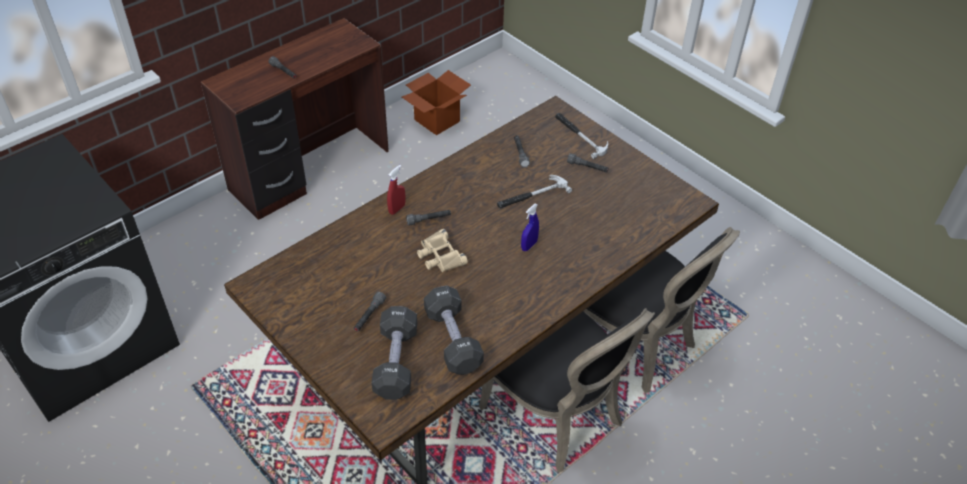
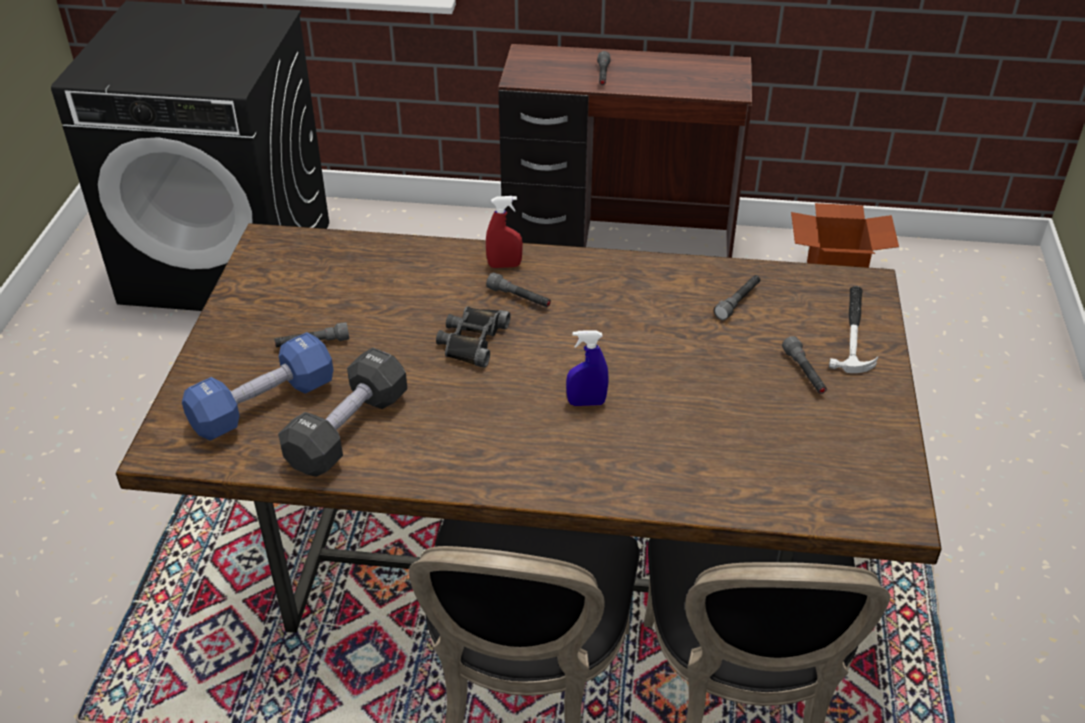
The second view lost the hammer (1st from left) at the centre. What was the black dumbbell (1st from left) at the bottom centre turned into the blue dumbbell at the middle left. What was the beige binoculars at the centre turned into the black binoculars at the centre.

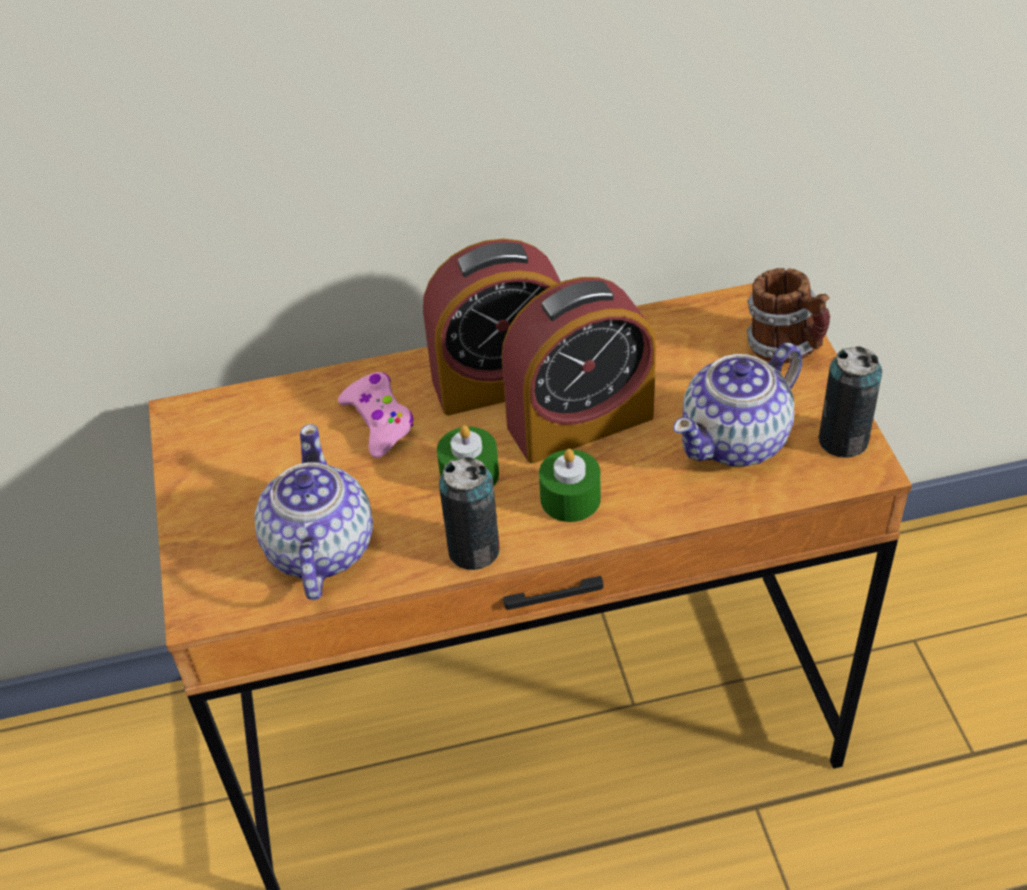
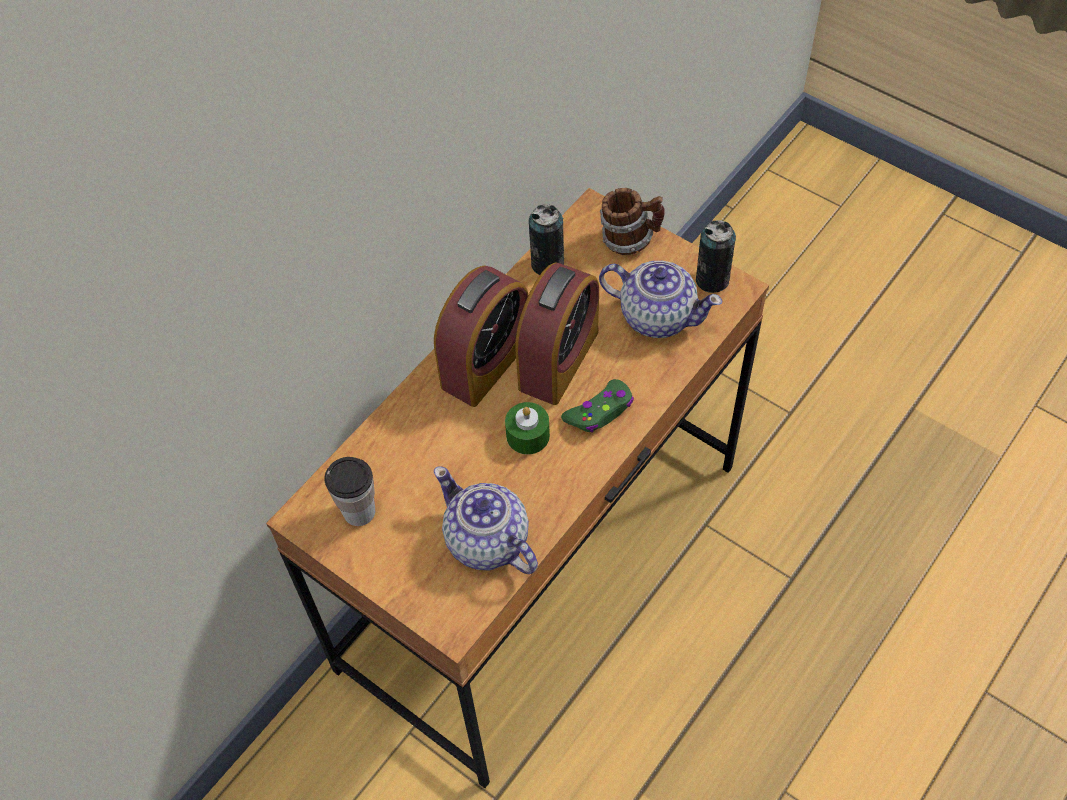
The second view lost the pink game controller at the centre. The second view gained the cup at the middle left. The can (1st from left) ended up elsewhere, having gone from the centre to the top centre. Where the green candle (2nd from left) stood at the centre, the green game controller came to stand at the centre. The teapot (2nd from left) at the middle right ended up facing another way, 75 degrees counterclockwise from before.

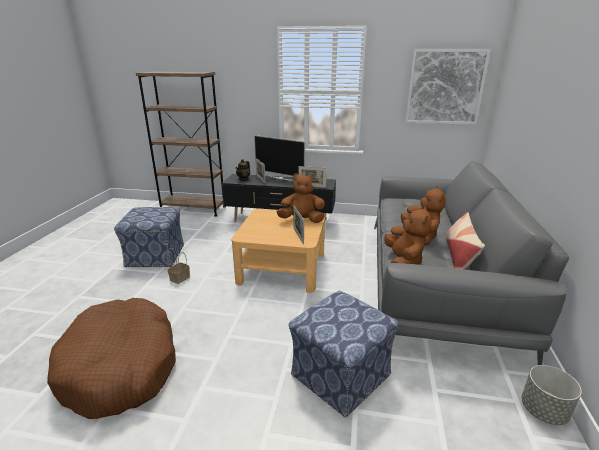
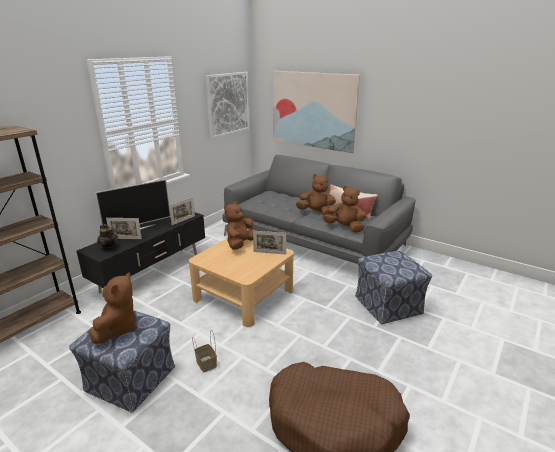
The second view lost the grey planter at the bottom right. The second view gained the brown plush toy (1st from left) at the bottom left. The second view gained the picture (2nd from left) at the top centre.

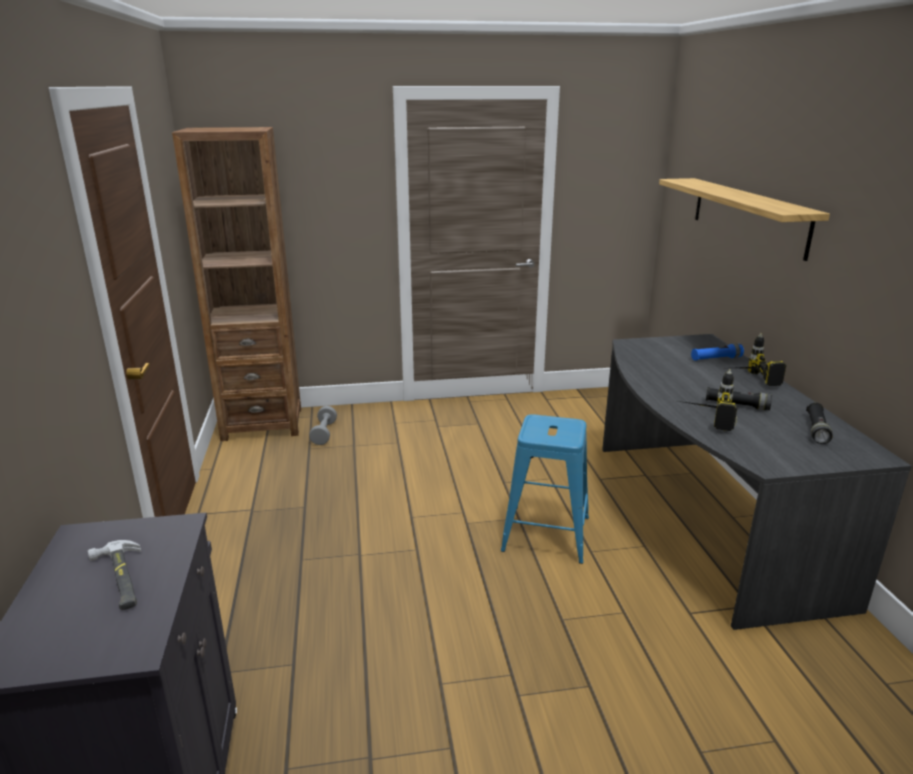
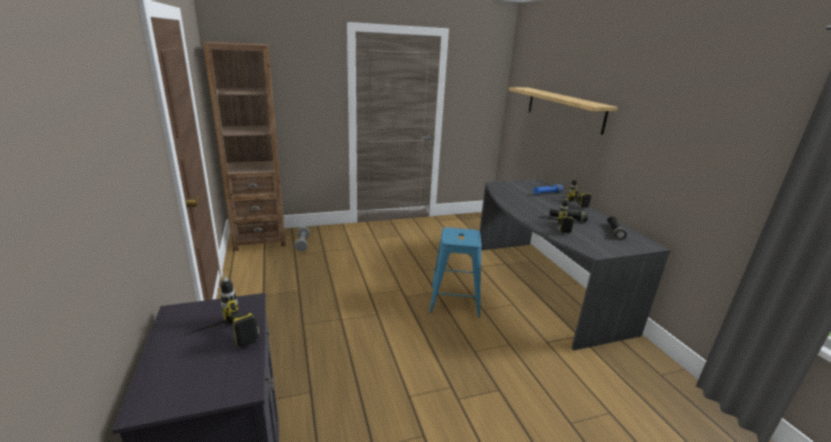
Where the hammer stood at the bottom left, the power drill (1st from left) came to stand at the bottom left.

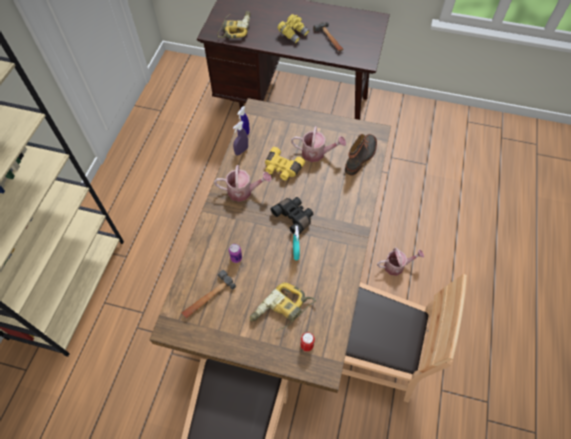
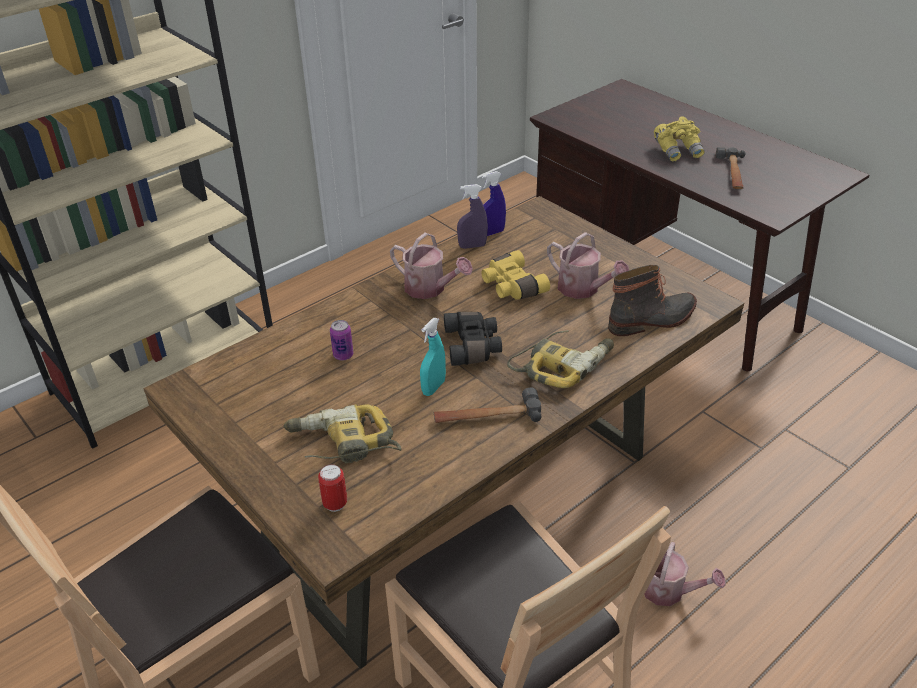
The hammer (1st from left) ended up elsewhere, having gone from the bottom centre to the centre. The power drill (1st from left in the first image) ended up elsewhere, having gone from the top centre to the centre.

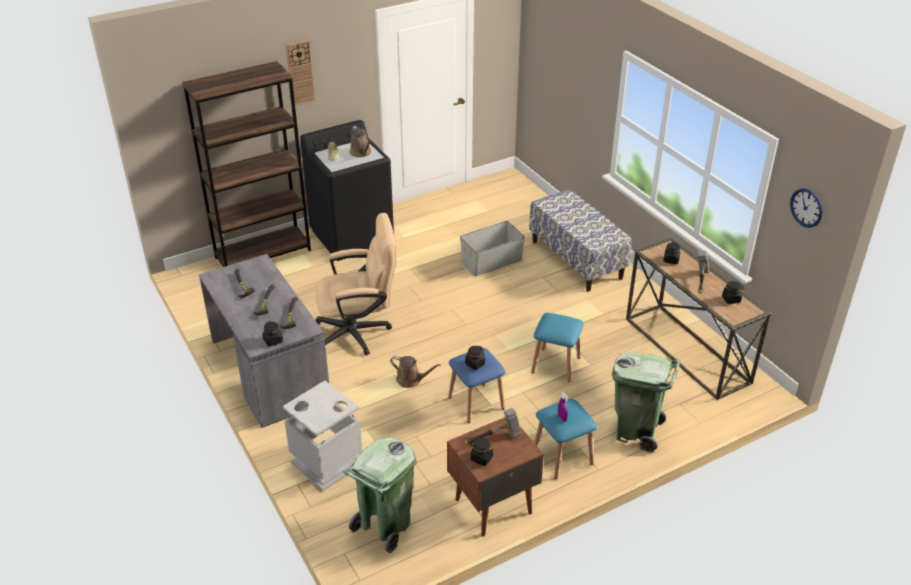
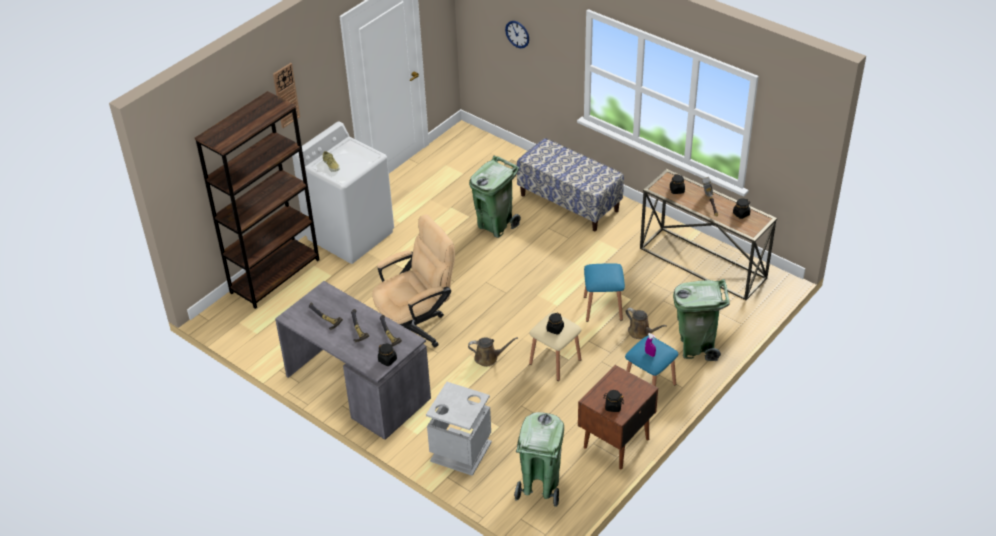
The second view lost the hammer (4th from left) at the bottom centre. The brown watering can (1st from left in the first image) ended up elsewhere, having gone from the top centre to the centre. The wall clock (2nd from left) ended up elsewhere, having gone from the middle right to the top centre. Where the grey storage box stood at the centre, the green trash can (1st from left) came to stand at the centre. What was the black washing machine at the top centre turned into the white washing machine at the centre. What was the blue stool (1st from left) at the centre turned into the beige stool at the centre.

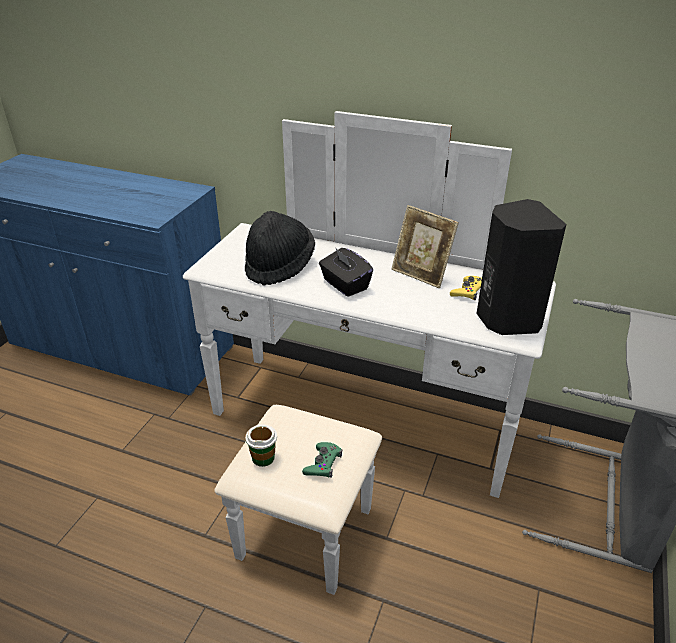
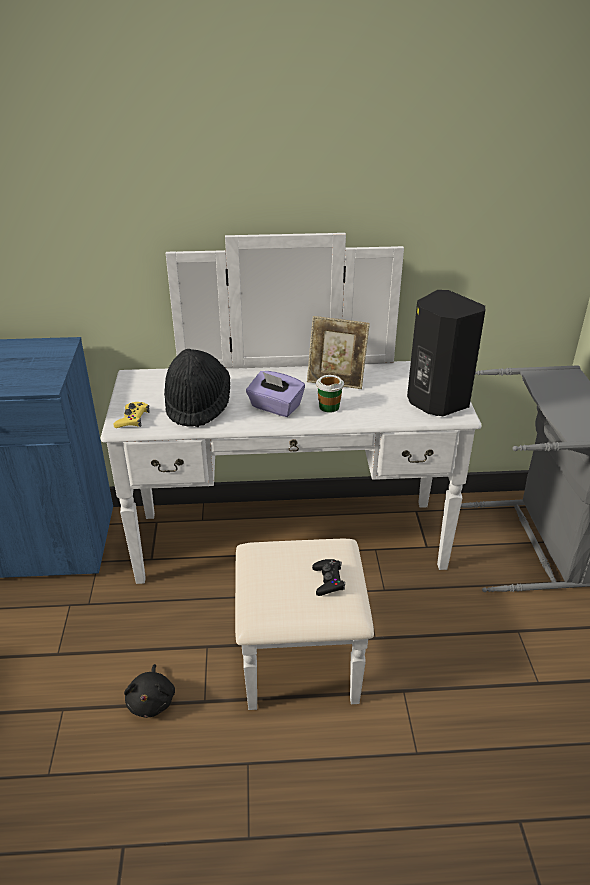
The second view gained the black plush toy at the bottom left. The cup ended up elsewhere, having gone from the bottom centre to the centre. The yellow game controller ended up elsewhere, having gone from the middle right to the middle left. What was the green game controller at the bottom centre turned into the black game controller at the centre. What was the black tissue box at the centre turned into the purple tissue box at the centre.

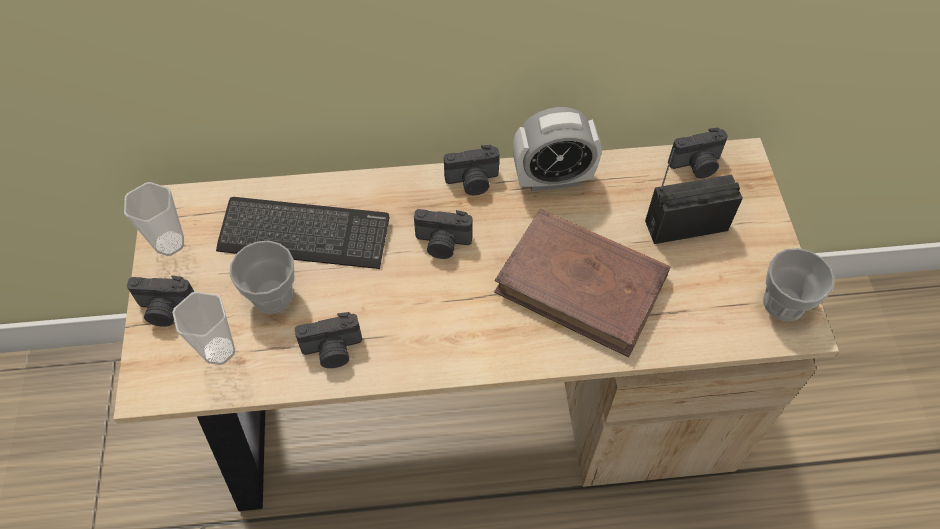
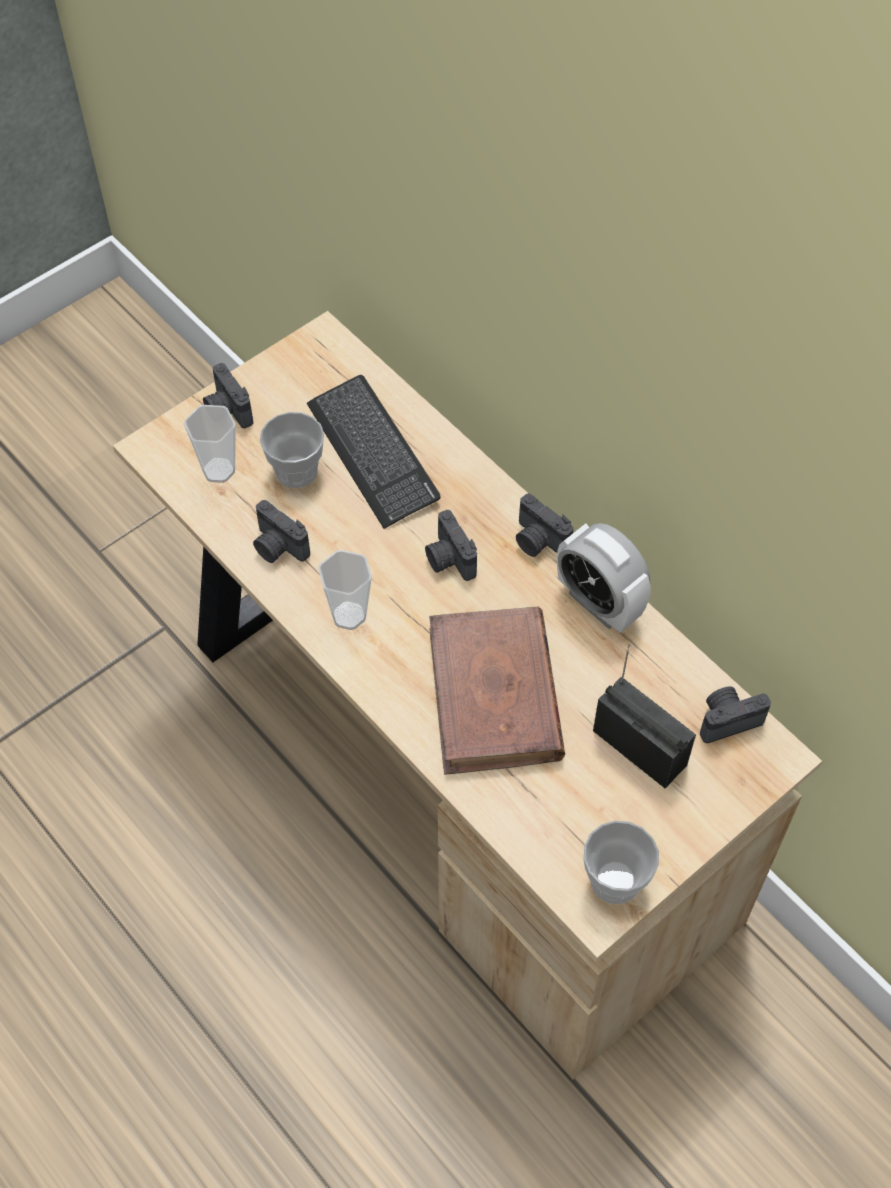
The cup (1st from left in the first image) ended up elsewhere, having gone from the middle left to the centre. The photo camera (5th from left) at the top right ended up facing another way, 120 degrees clockwise from before.

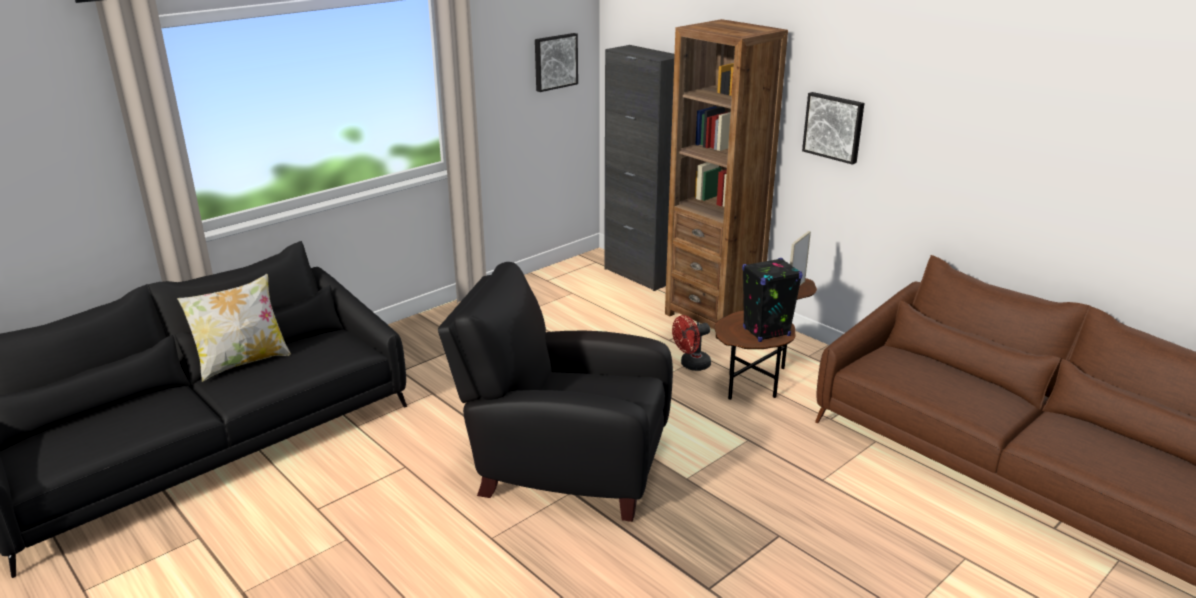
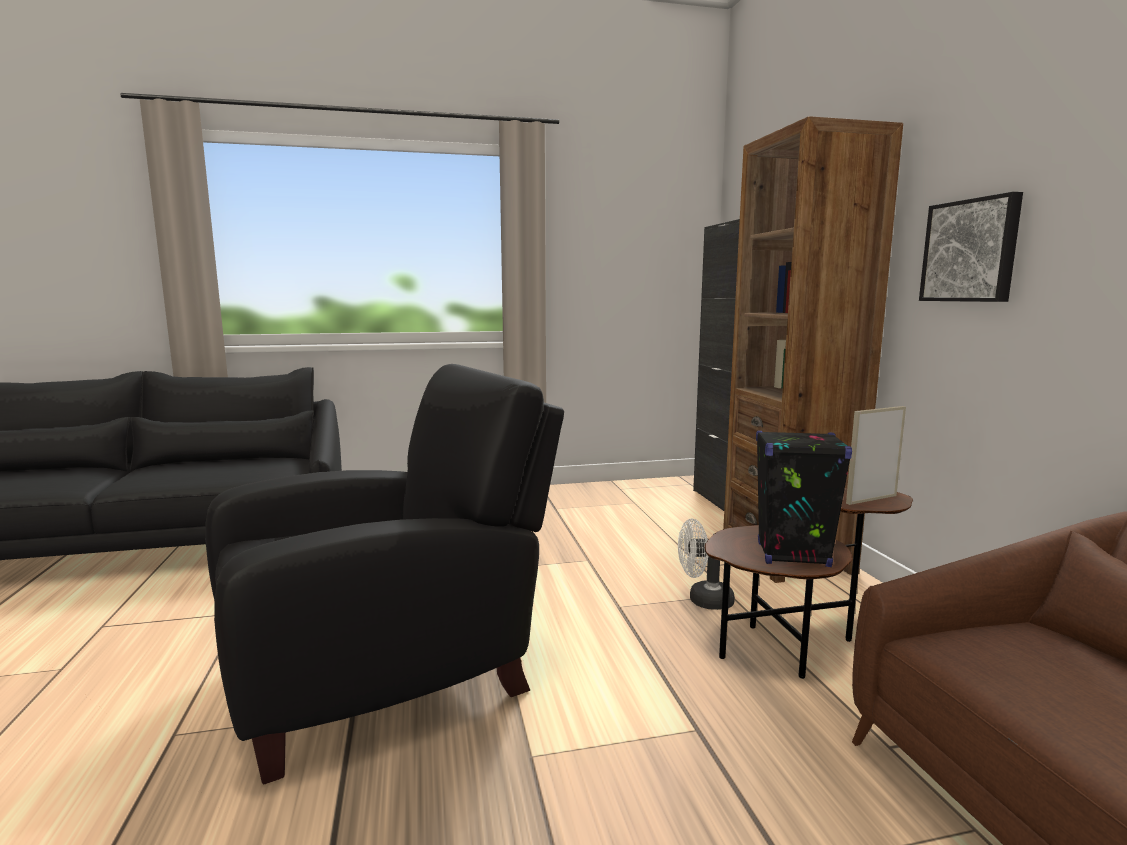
The second view lost the pillow at the middle left. The second view lost the picture (1st from left) at the top centre. What was the red fan at the centre turned into the white fan at the bottom centre. The black armchair at the centre ended up facing another way, 105 degrees clockwise from before.

